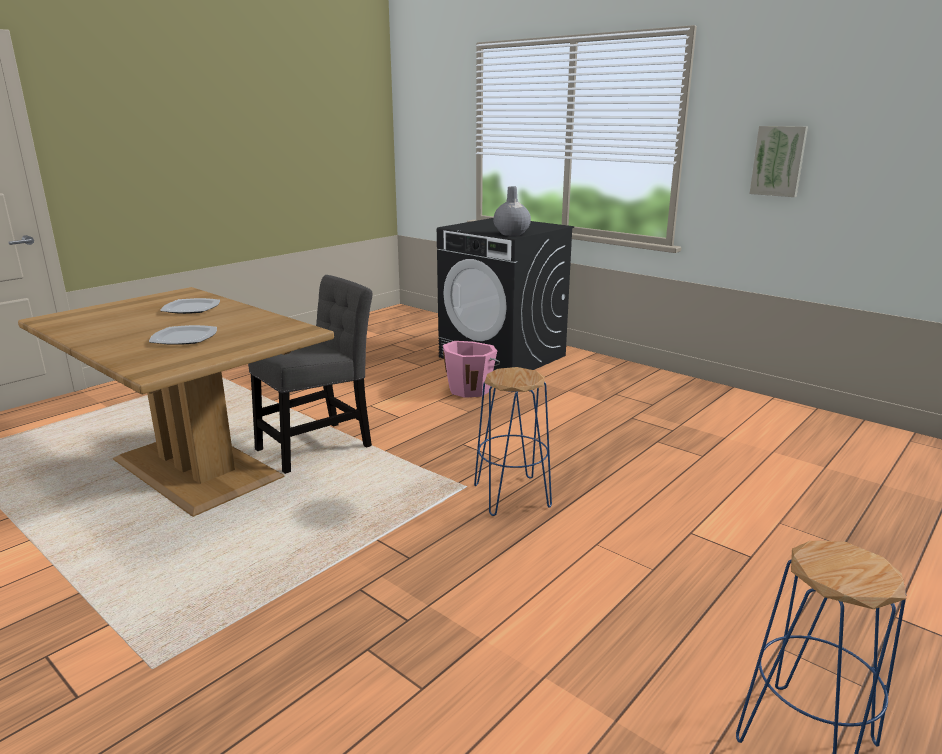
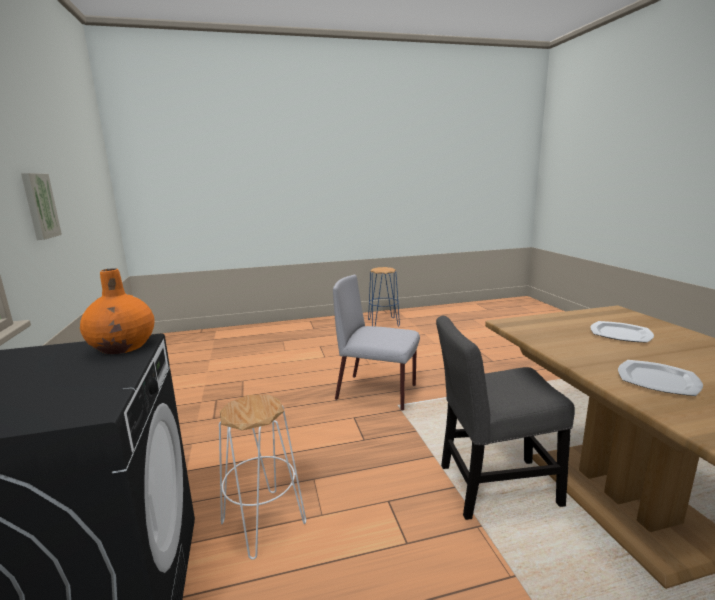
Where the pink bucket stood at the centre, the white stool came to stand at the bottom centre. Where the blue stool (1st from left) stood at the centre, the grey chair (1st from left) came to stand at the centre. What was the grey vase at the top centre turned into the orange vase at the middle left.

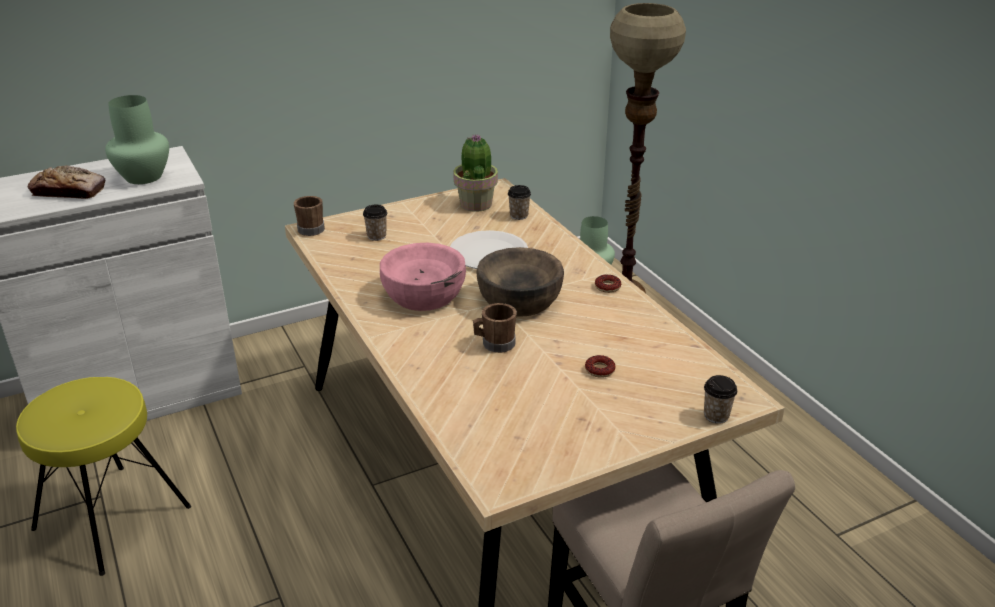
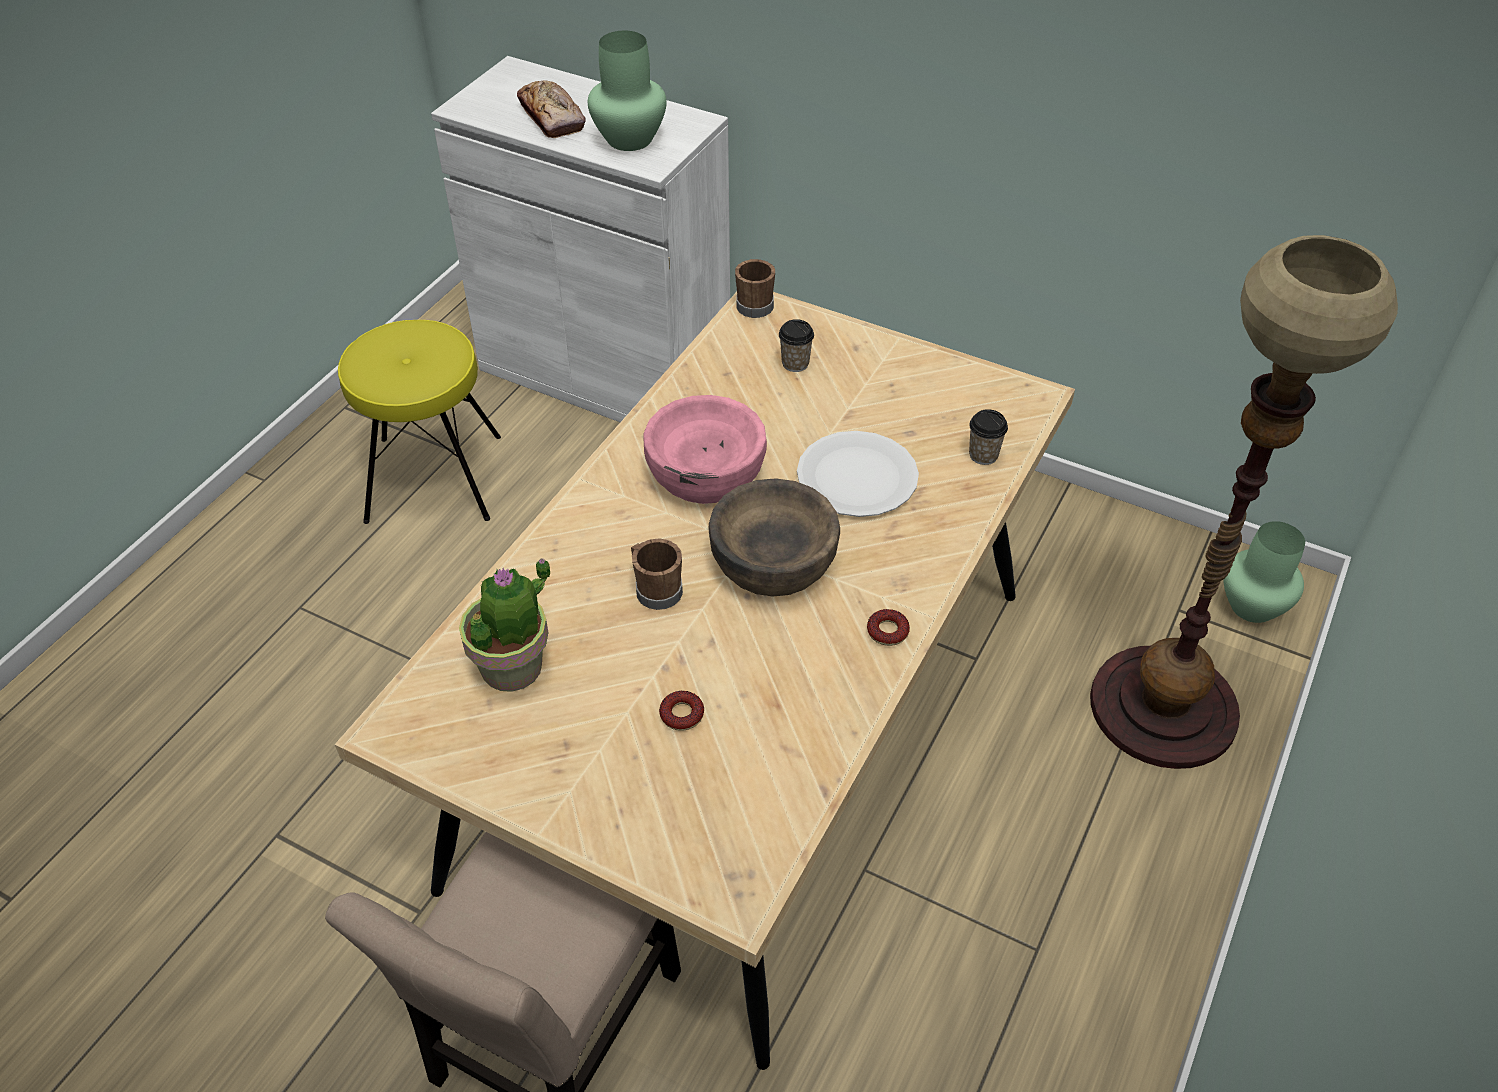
The second view lost the cup (3rd from left) at the middle right. The potted plant ended up elsewhere, having gone from the top centre to the centre.

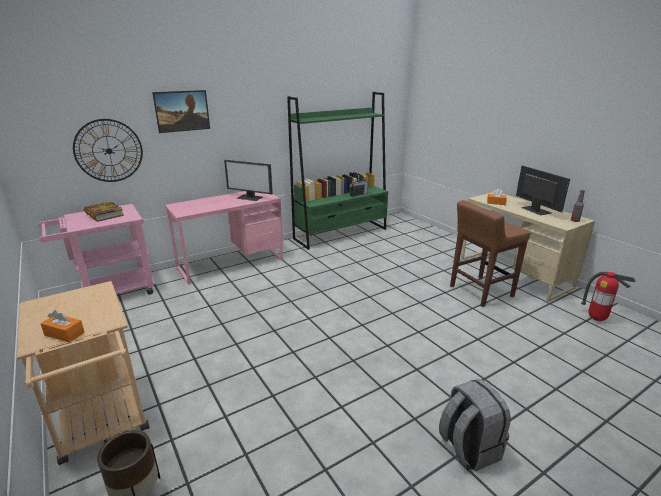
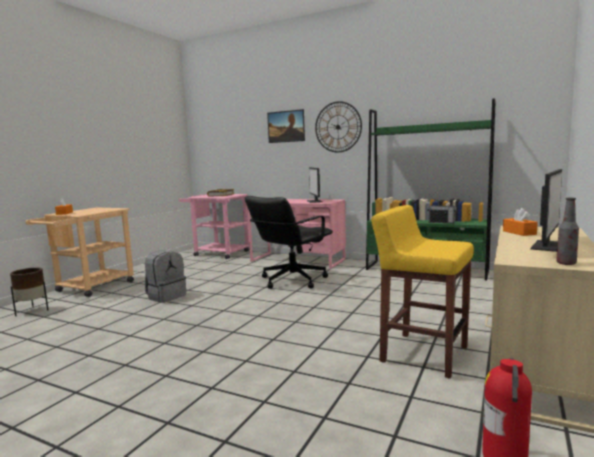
The second view gained the black office chair at the centre. The wall clock ended up elsewhere, having gone from the top left to the top centre. The grey backpack ended up elsewhere, having gone from the bottom right to the middle left. What was the brown stool at the middle right turned into the yellow stool at the middle right.

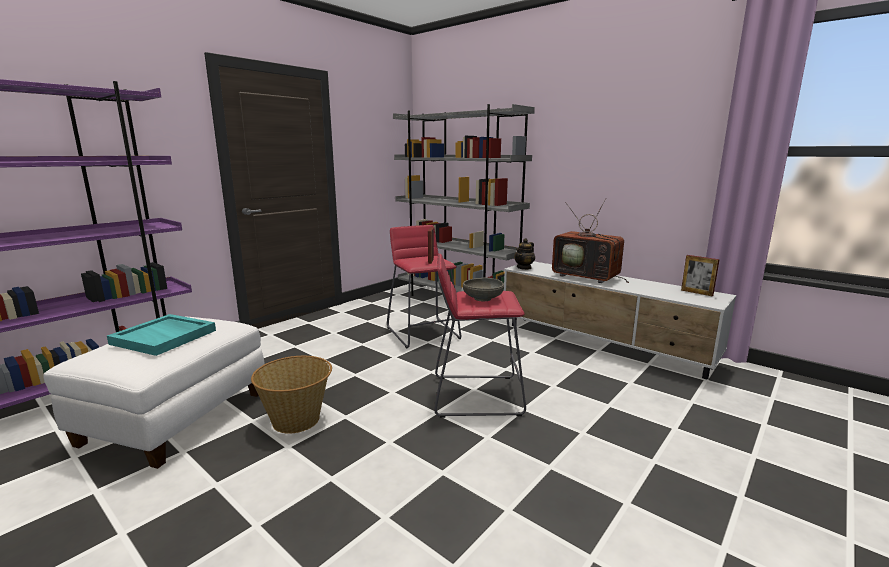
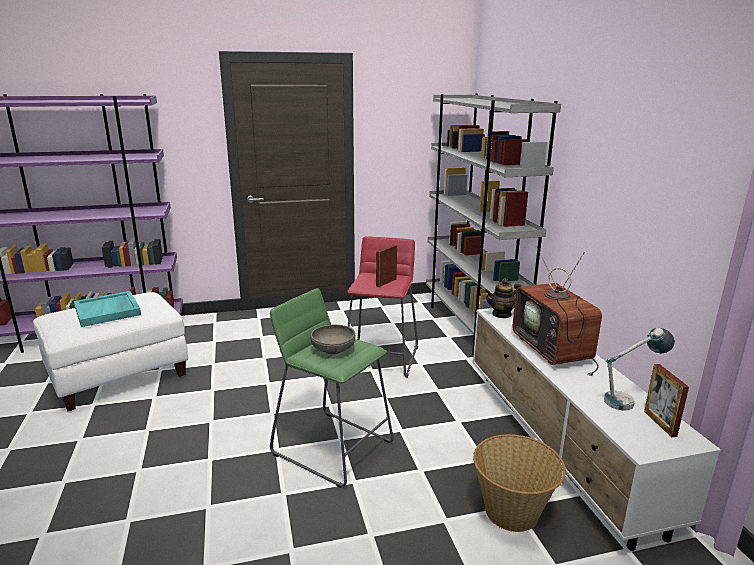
The second view gained the table lamp at the middle right. The basket ended up elsewhere, having gone from the bottom left to the bottom right. What was the red stool (2nd from left) at the centre turned into the green stool at the bottom centre.

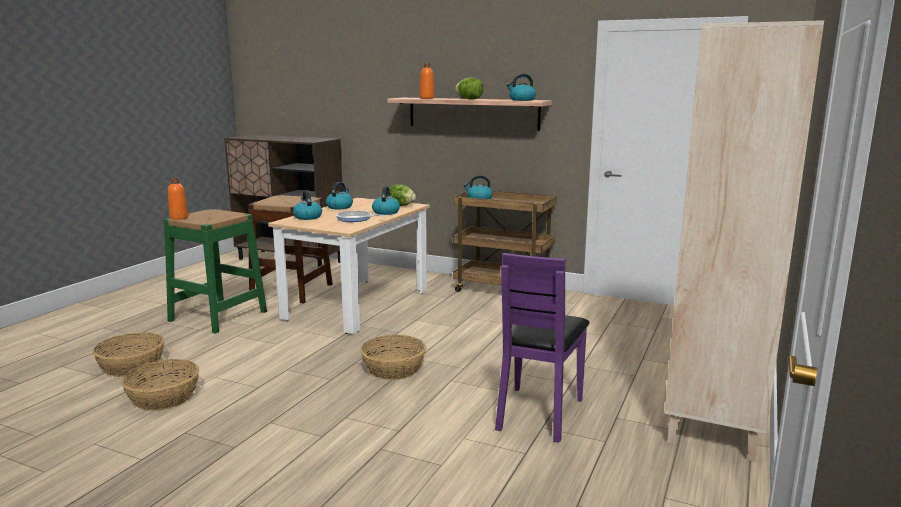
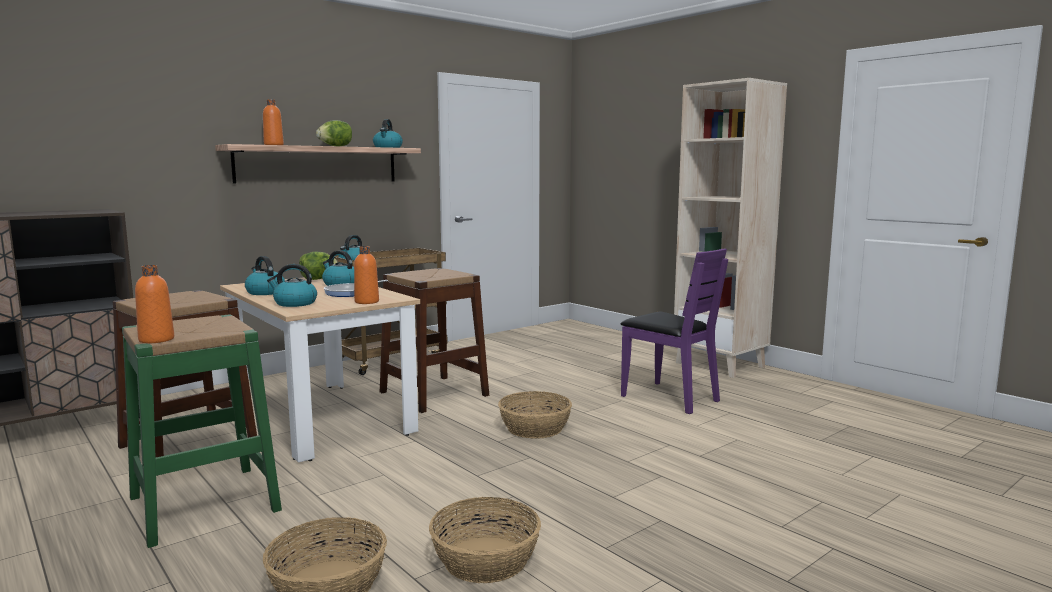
The second view gained the orange bottle (3rd from left) at the centre. The second view gained the brown stool (2nd from left) at the centre.

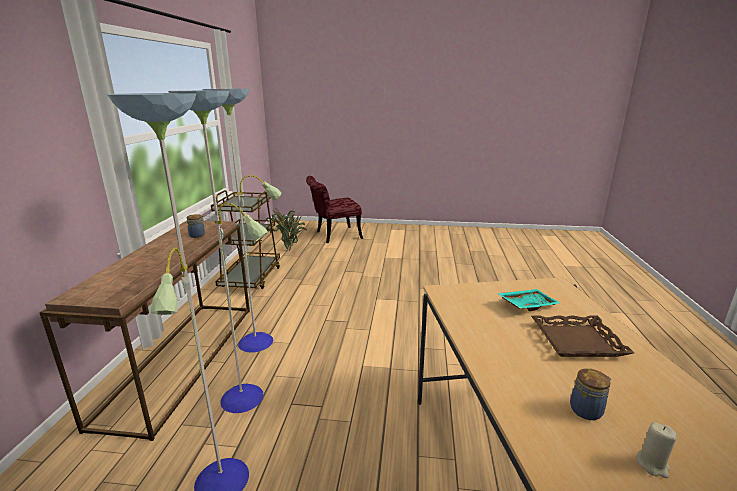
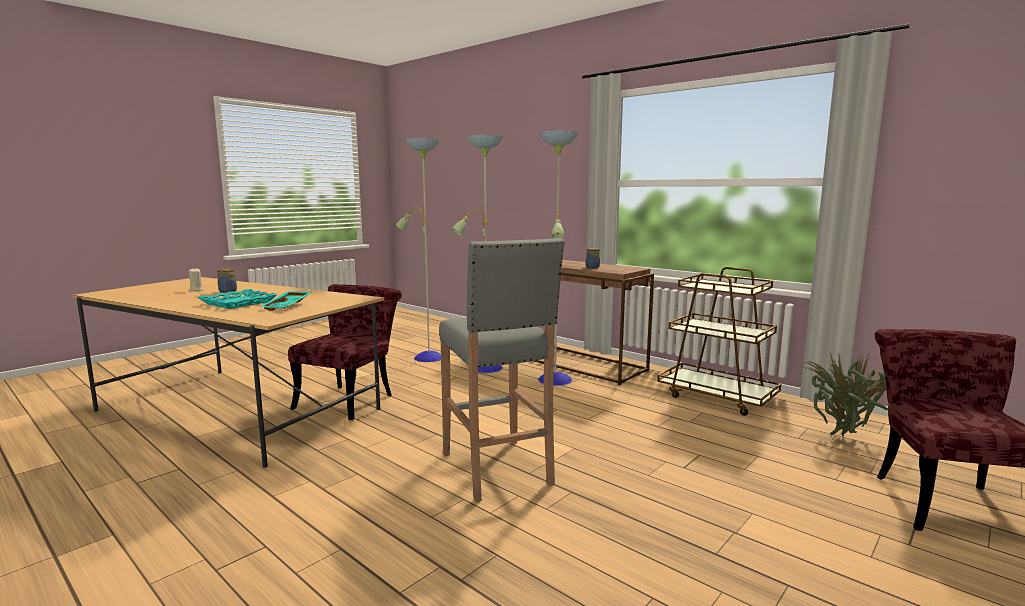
The second view gained the red chair (1st from left) at the centre. The second view gained the grey stool at the centre. What was the brown tray at the bottom right turned into the turquoise tray (1st from left) at the middle left.

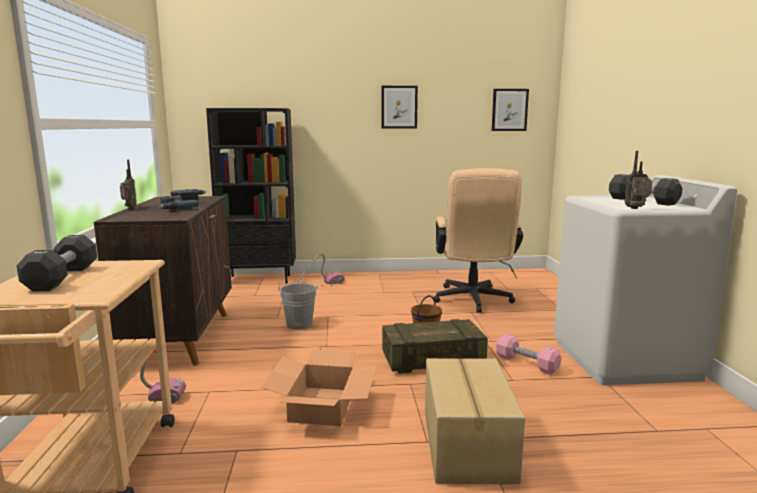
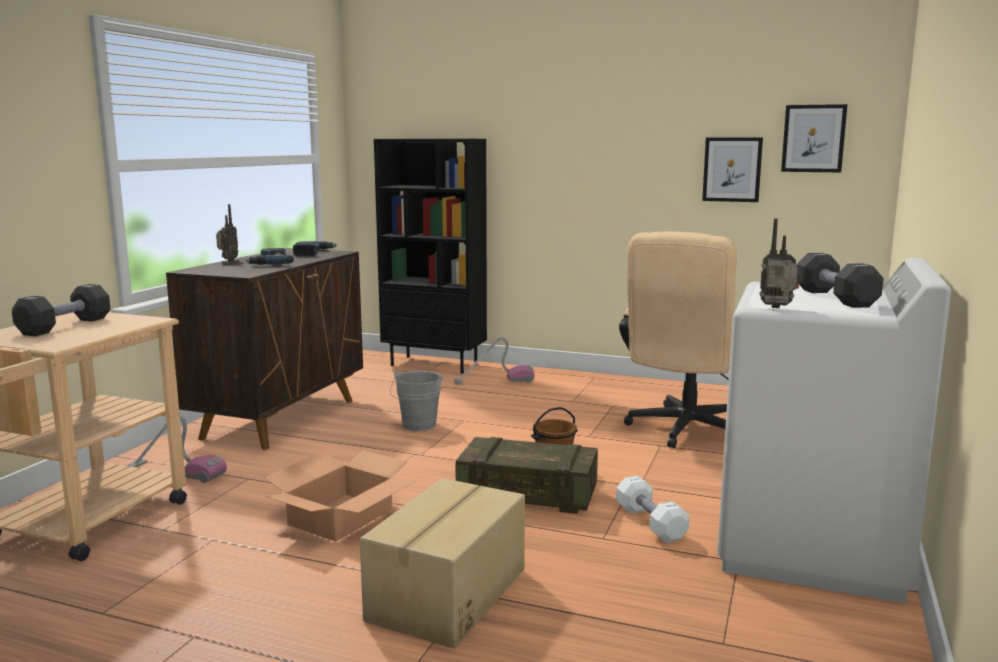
The picture (1st from left) ended up elsewhere, having gone from the top centre to the top right. What was the pink dumbbell at the bottom right turned into the white dumbbell at the bottom centre.

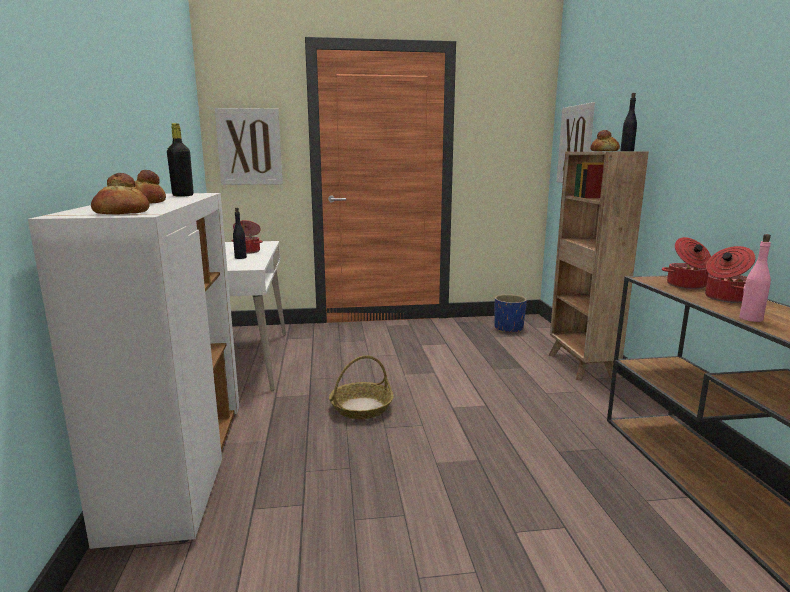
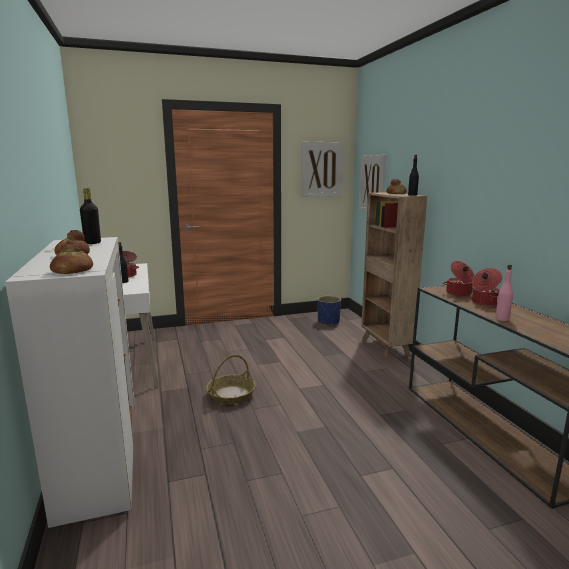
The picture (1st from left) ended up elsewhere, having gone from the top left to the top centre.

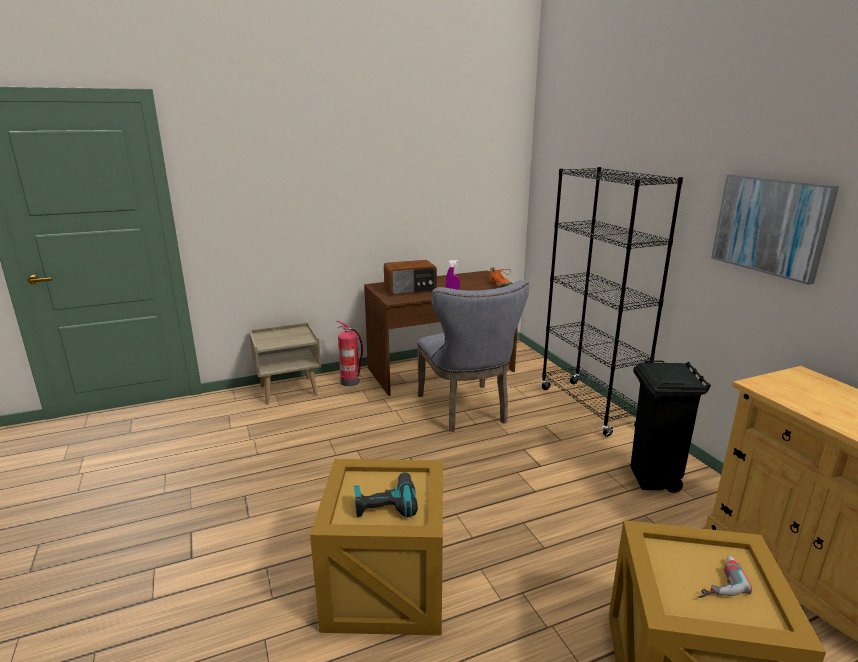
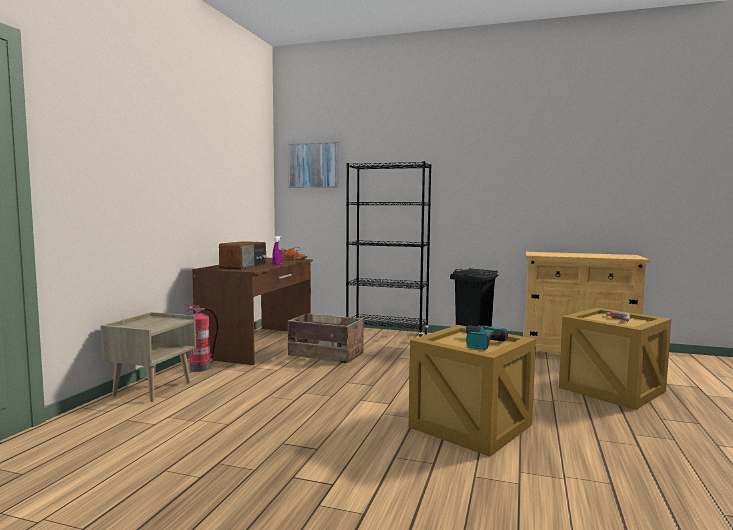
The picture ended up elsewhere, having gone from the middle right to the top centre. Where the grey chair stood at the centre, the crate (1st from left) came to stand at the centre.

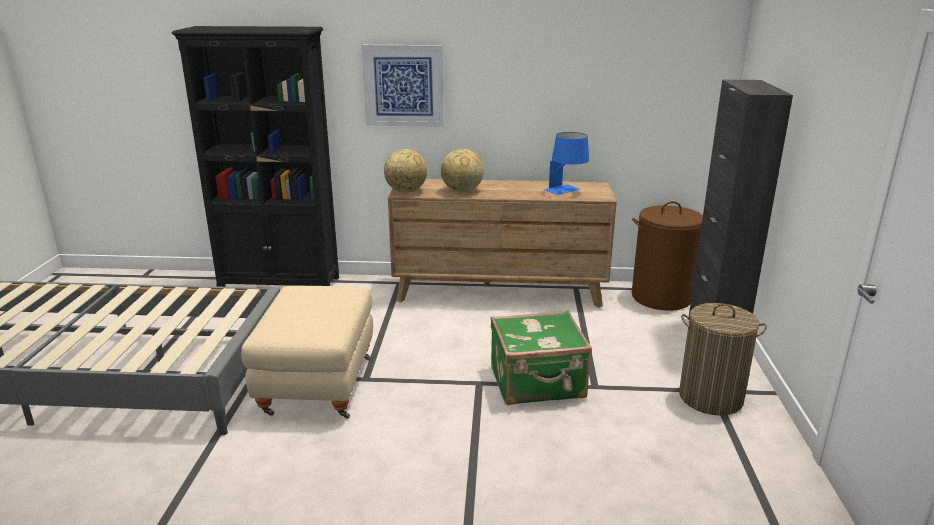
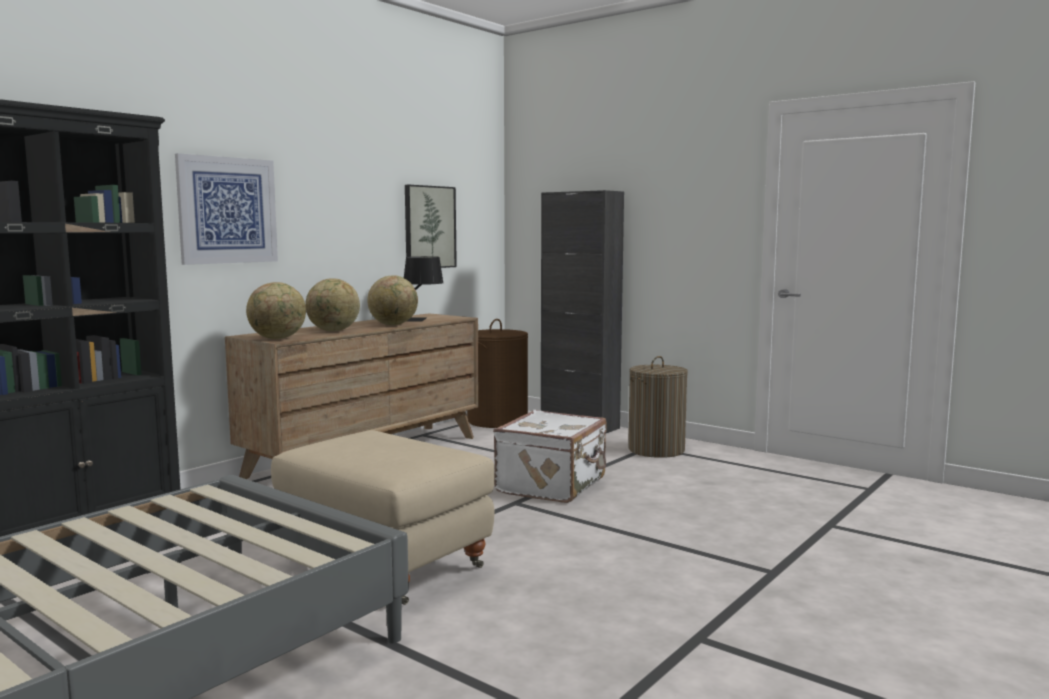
The second view gained the globe (3rd from left) at the centre. The second view gained the picture (2nd from left) at the top centre. What was the green suitcase at the bottom centre turned into the white suitcase at the centre. What was the blue table lamp at the top centre turned into the black table lamp at the centre.

